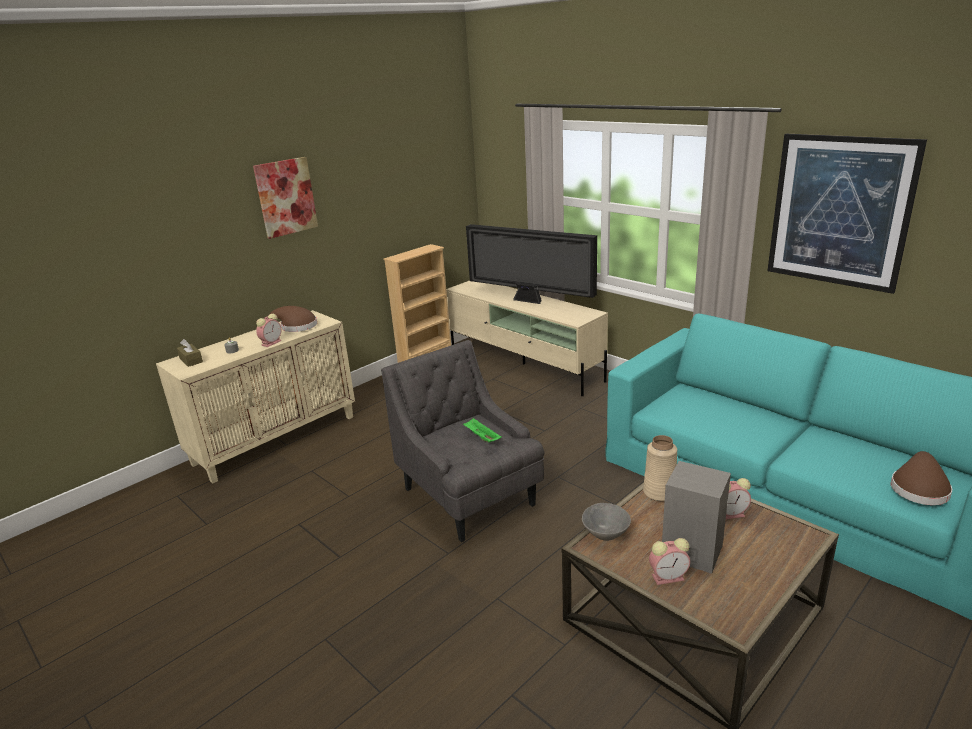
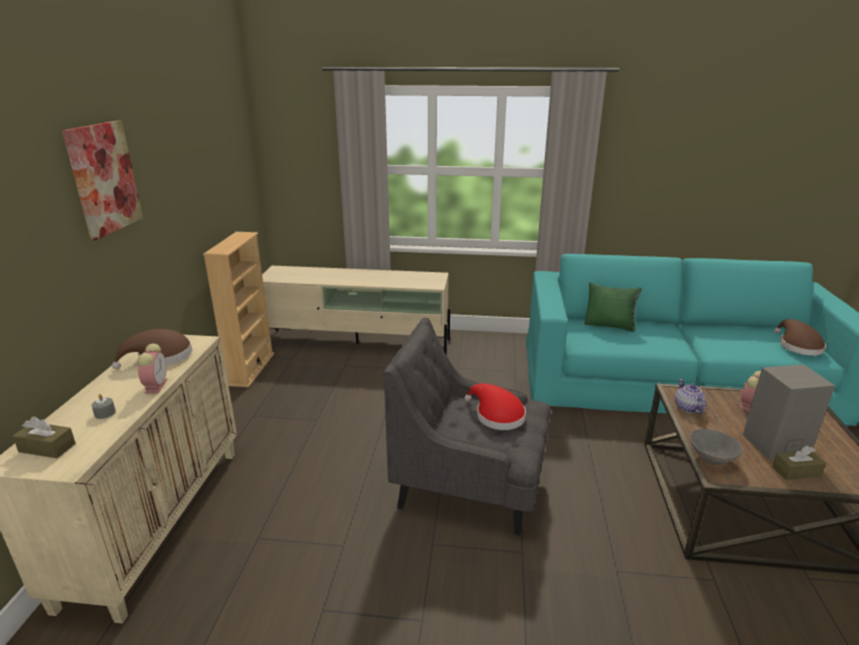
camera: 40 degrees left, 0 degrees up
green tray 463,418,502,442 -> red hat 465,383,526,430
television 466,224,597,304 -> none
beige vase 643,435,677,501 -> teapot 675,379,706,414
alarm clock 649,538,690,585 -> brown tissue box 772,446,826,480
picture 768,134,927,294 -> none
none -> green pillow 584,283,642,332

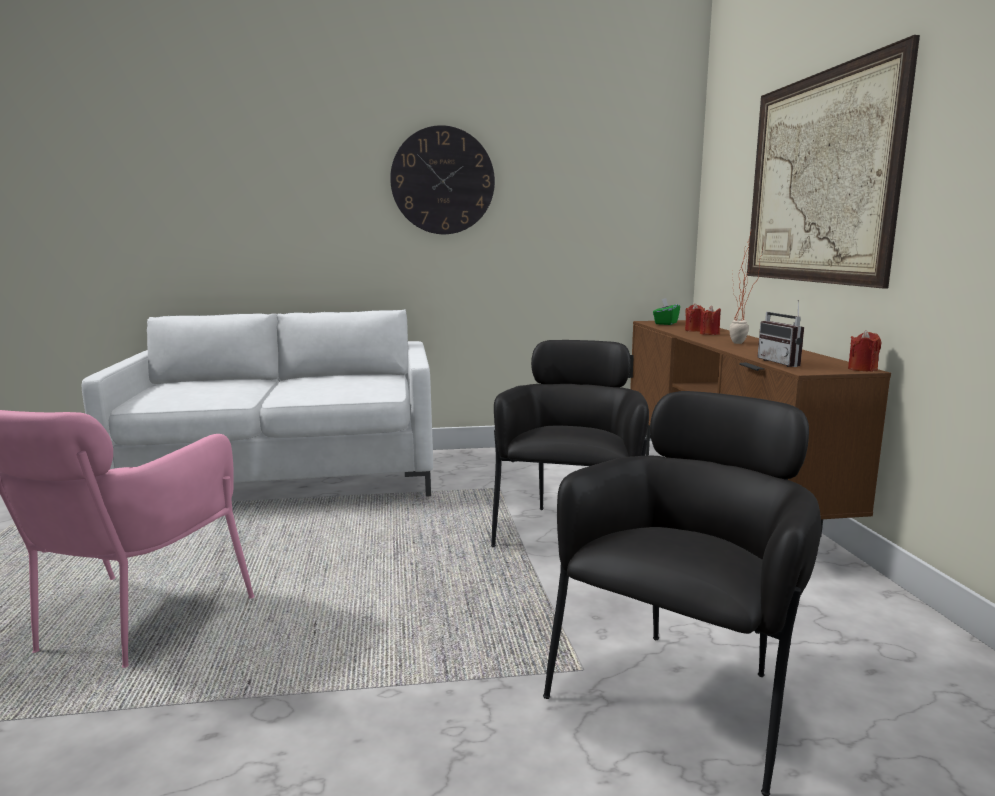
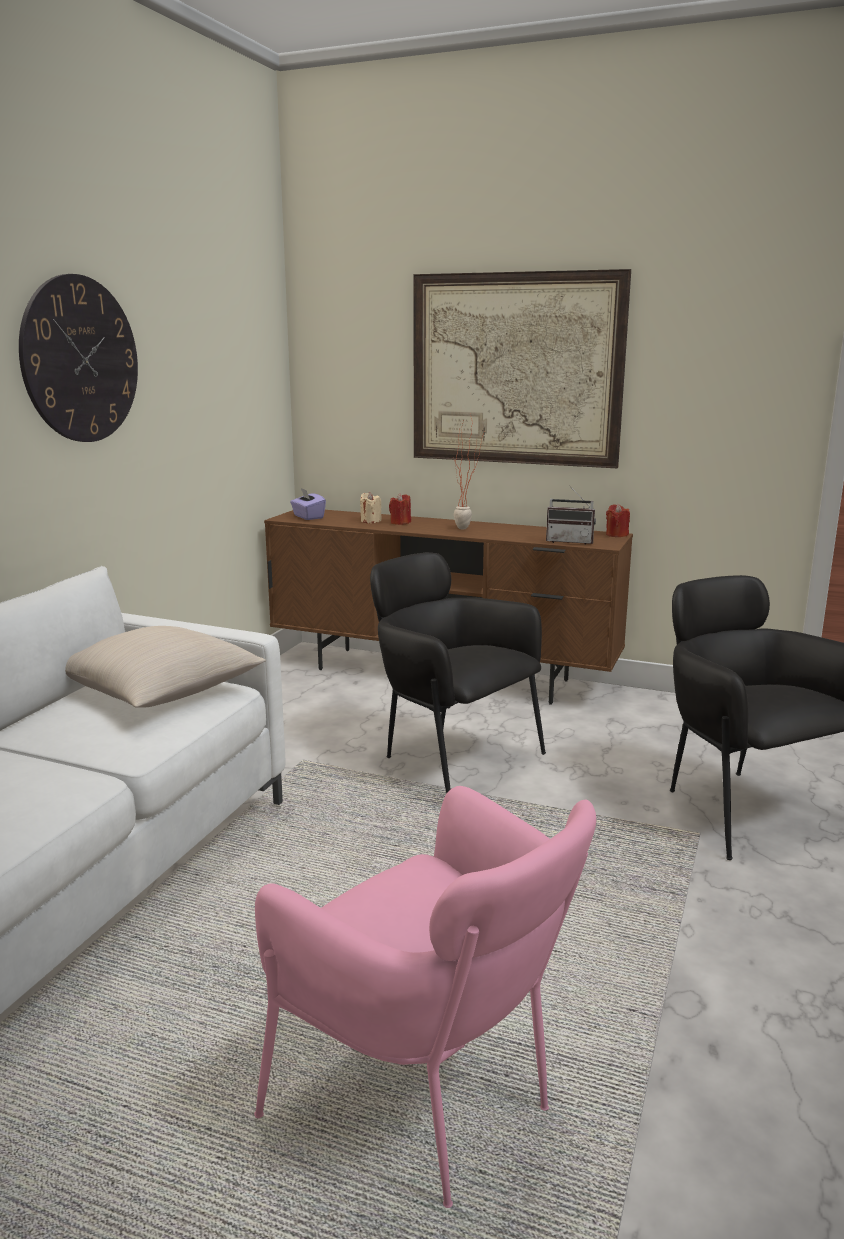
camera: 60 degrees left, 5 degrees up
green tissue box 653,298,680,325 -> purple tissue box 290,488,326,520
red candle 685,303,705,332 -> beige candle 360,492,382,523
none -> beige pillow 65,626,266,708

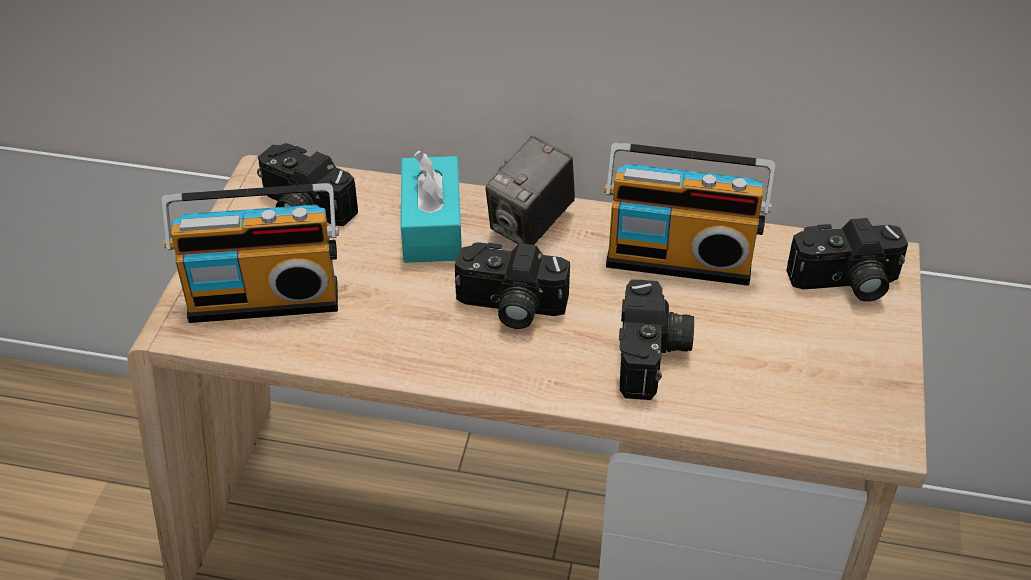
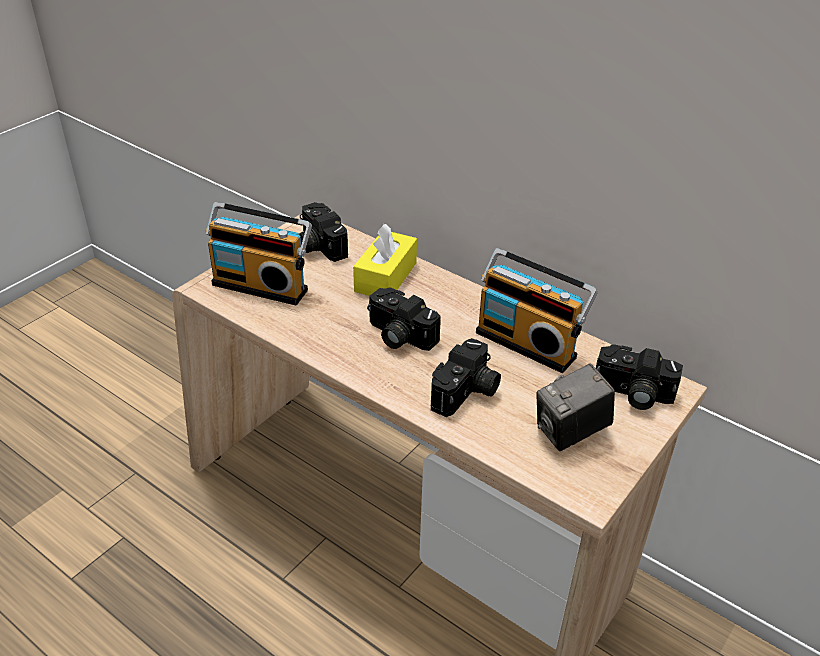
camera: 25 degrees right, 5 degrees down
turquoise tissue box 401,150,462,263 -> yellow tissue box 353,224,417,296
photo camera 485,136,575,245 -> photo camera 536,363,615,451, shifted

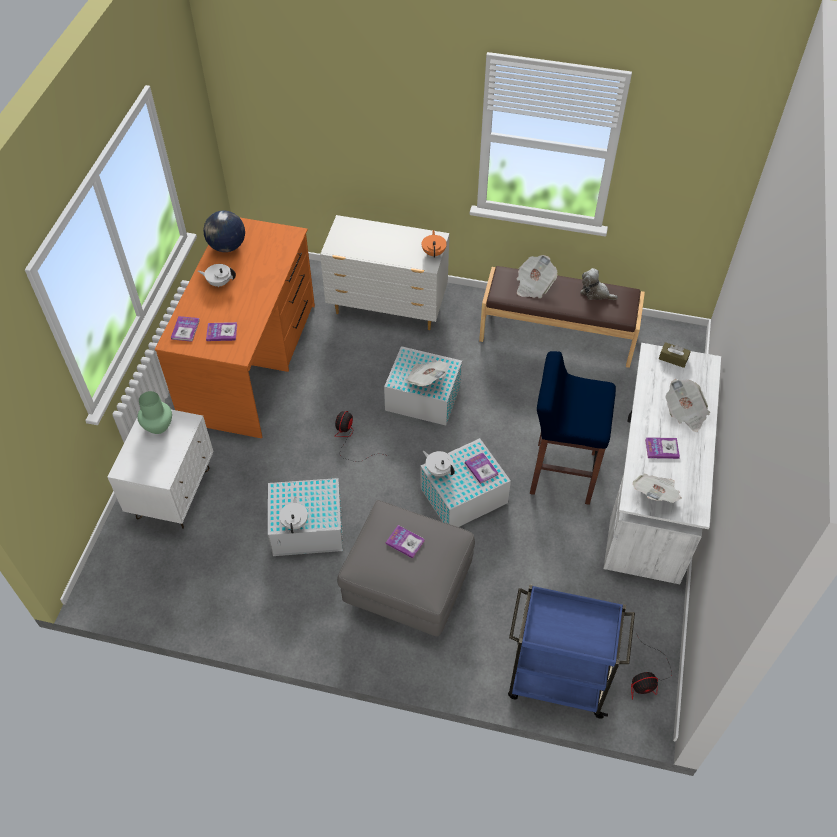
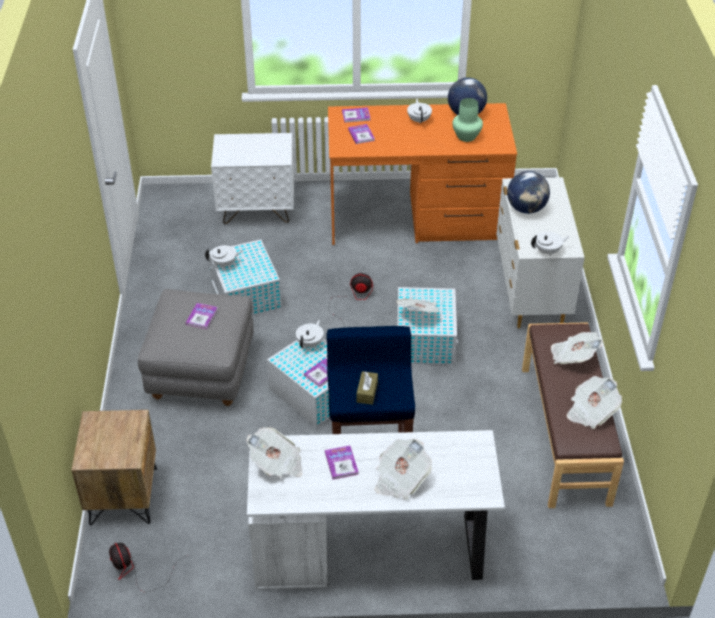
camera: 75 degrees right, 10 degrees down
green vase 137,391,172,434 -> green vase 452,98,483,142, shifted
orange teapot 422,230,447,258 -> white teapot 531,231,570,256
blue cart 508,584,635,719 -> brown nightstand 71,410,157,525
plush toy 580,268,618,300 -> newspaper 567,376,622,429
brown tissue box 659,342,691,368 -> brown tissue box 357,371,378,405, shifted
none -> globe 507,171,550,214

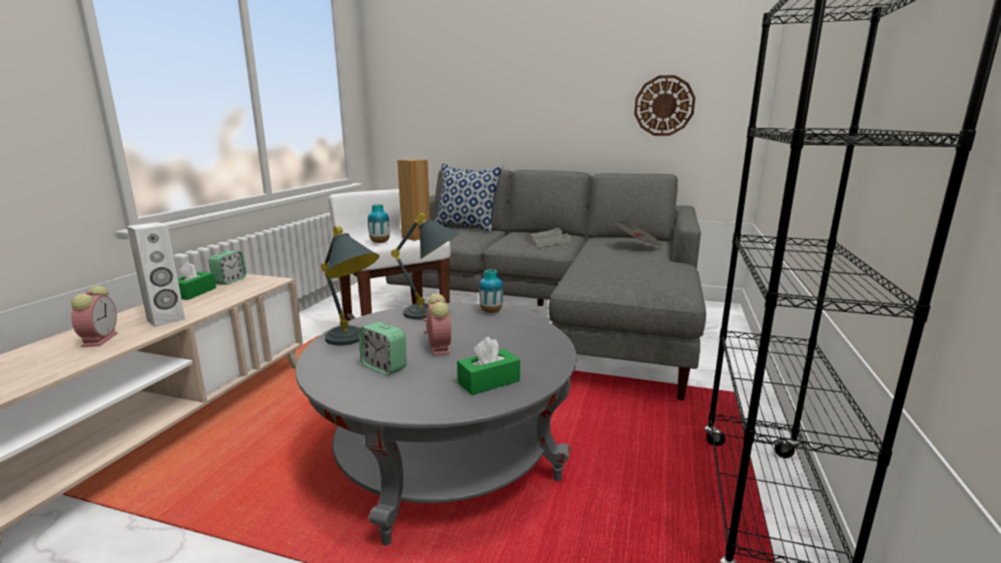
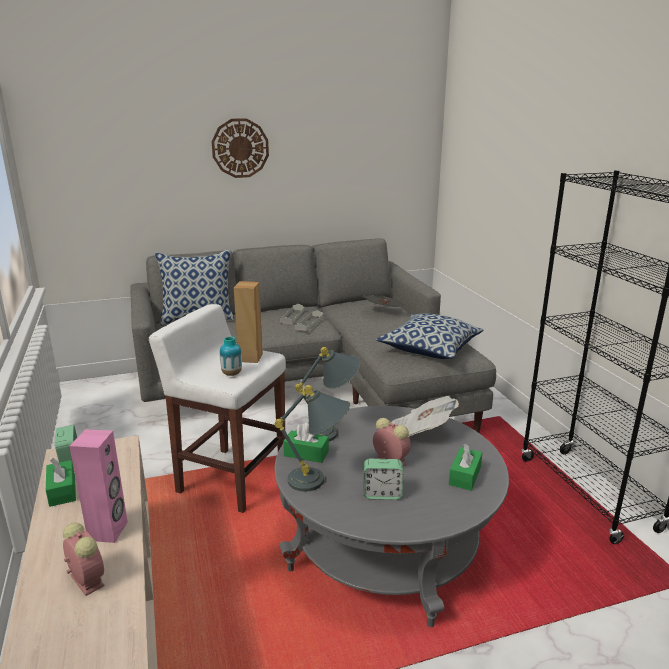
camera: 35 degrees left, 5 degrees up
white speaker 127,222,185,327 -> pink speaker 70,430,128,543
vase 479,269,503,313 -> none
wall clock 634,75,695,136 -> wall clock 212,118,269,178, shifted
none -> green tissue box 283,423,329,463
none -> pillow 376,314,484,359
none -> newspaper 390,396,459,437

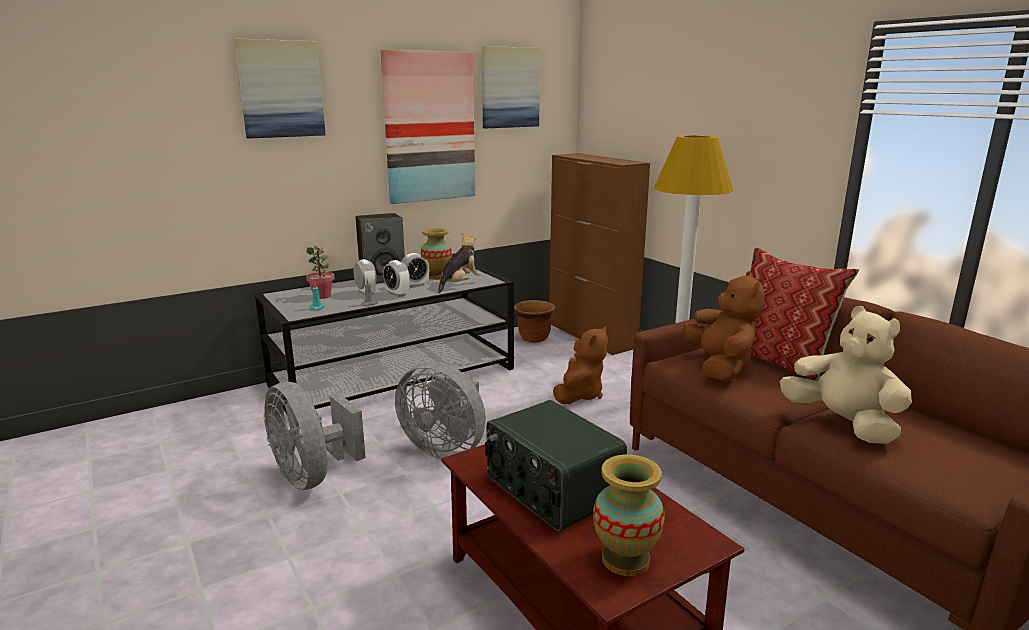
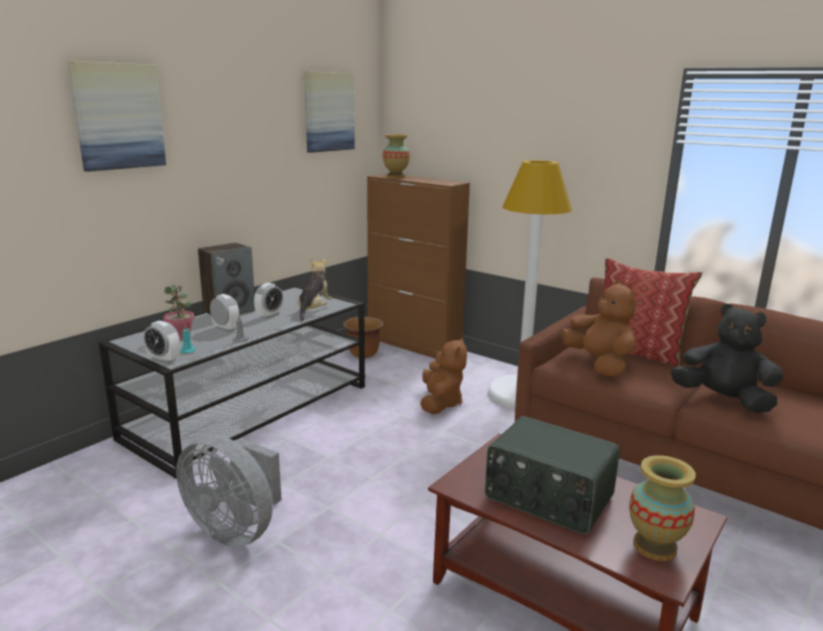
camera: 20 degrees left, 0 degrees up
picture 380,50,475,204 -> none
alarm clock 383,260,410,297 -> alarm clock 144,321,180,364, shifted
grey fan 395,362,486,459 -> none
vase 421,228,452,280 -> vase 383,134,410,178, shifted
beige plush toy 780,306,912,444 -> black plush toy 671,304,784,413

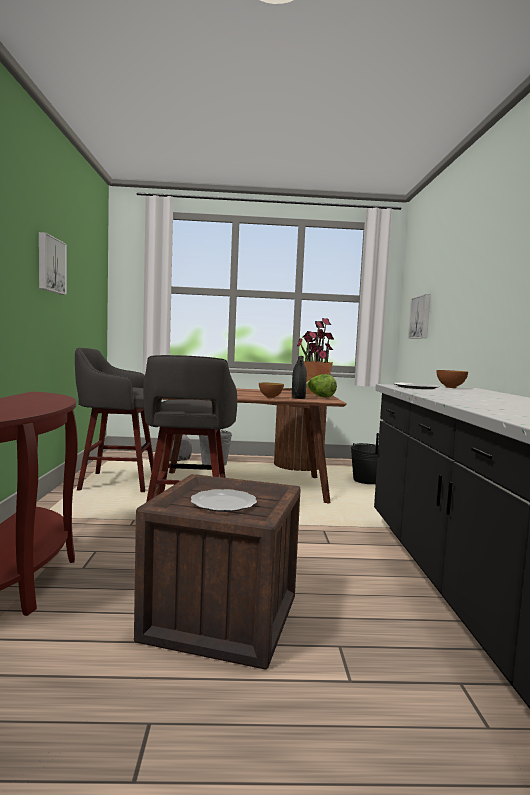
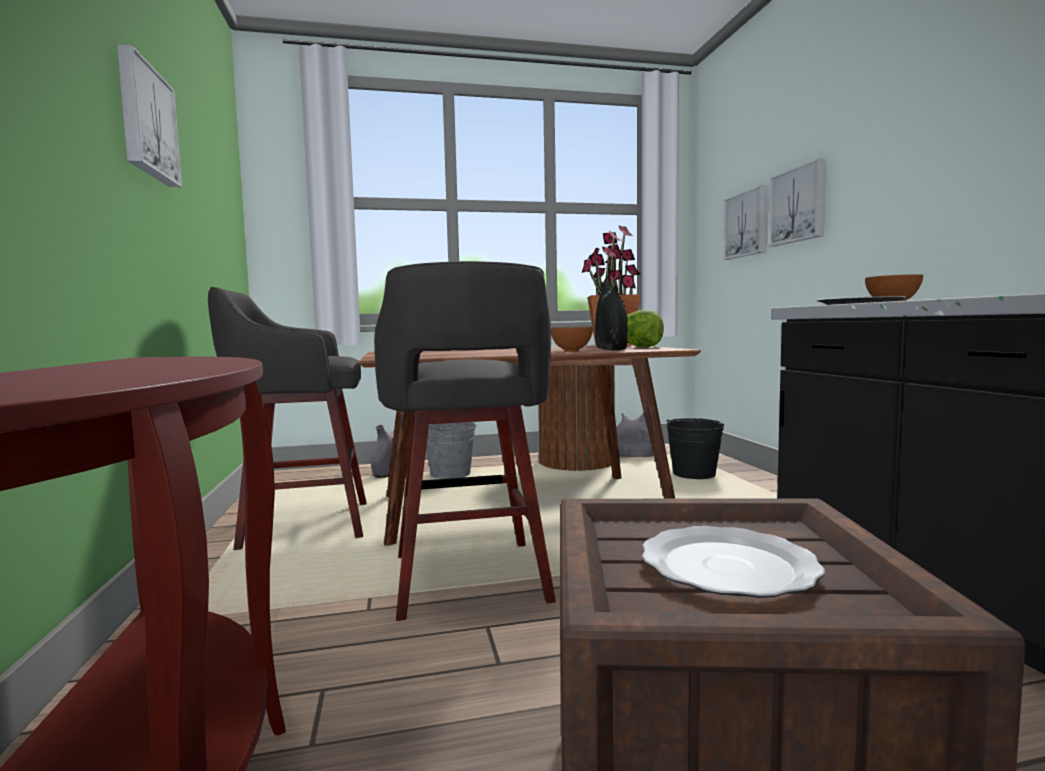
camera: 10 degrees left, 0 degrees up
none -> grey vase 616,412,654,457
none -> picture 769,159,826,246

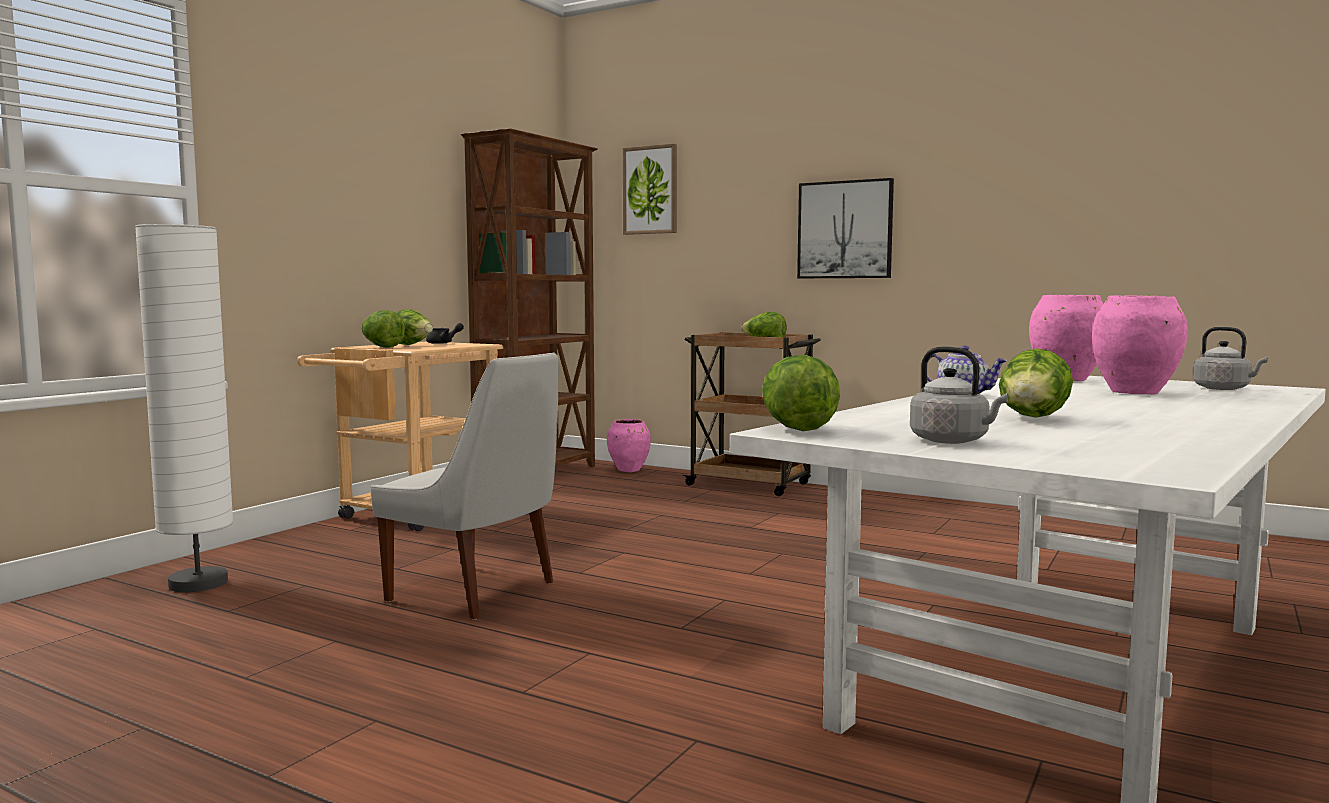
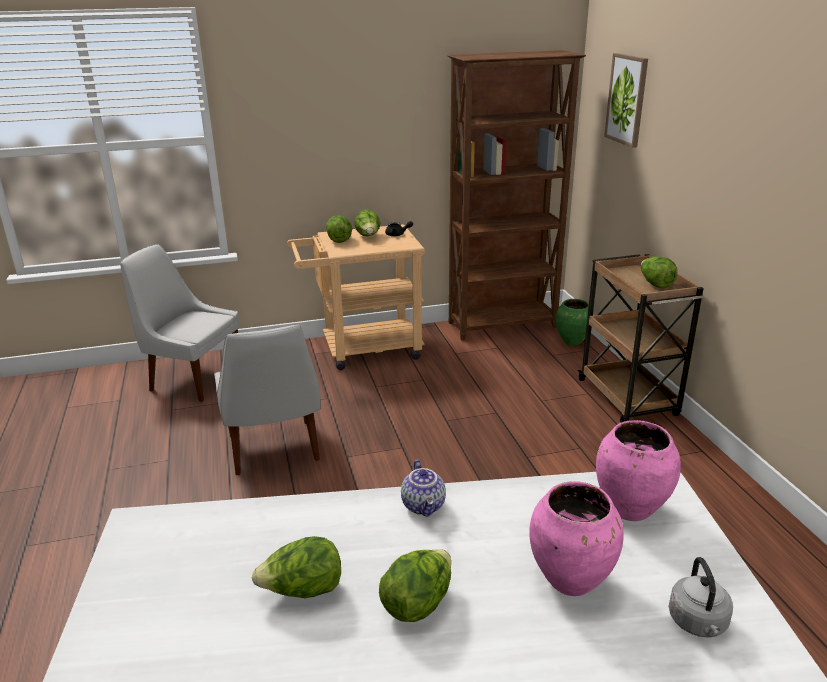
camera: 45 degrees right, 20 degrees up
white floor lamp 135,224,234,592 -> white chair 120,244,239,402
pink vase 607,419,651,472 -> green vase 556,299,589,345
lettuce 762,355,840,431 -> lettuce 379,549,451,622, shifted
picture 797,178,894,278 -> none
grey kettle 910,346,1008,444 -> none

